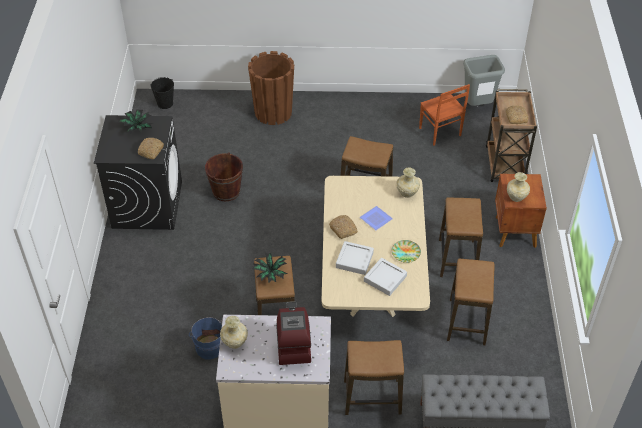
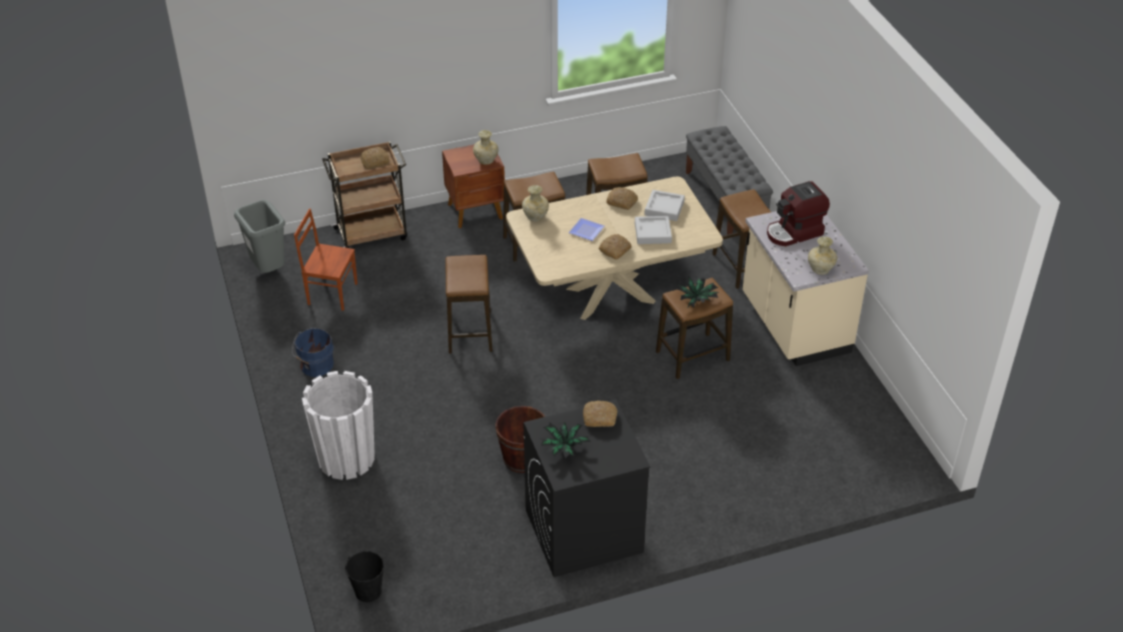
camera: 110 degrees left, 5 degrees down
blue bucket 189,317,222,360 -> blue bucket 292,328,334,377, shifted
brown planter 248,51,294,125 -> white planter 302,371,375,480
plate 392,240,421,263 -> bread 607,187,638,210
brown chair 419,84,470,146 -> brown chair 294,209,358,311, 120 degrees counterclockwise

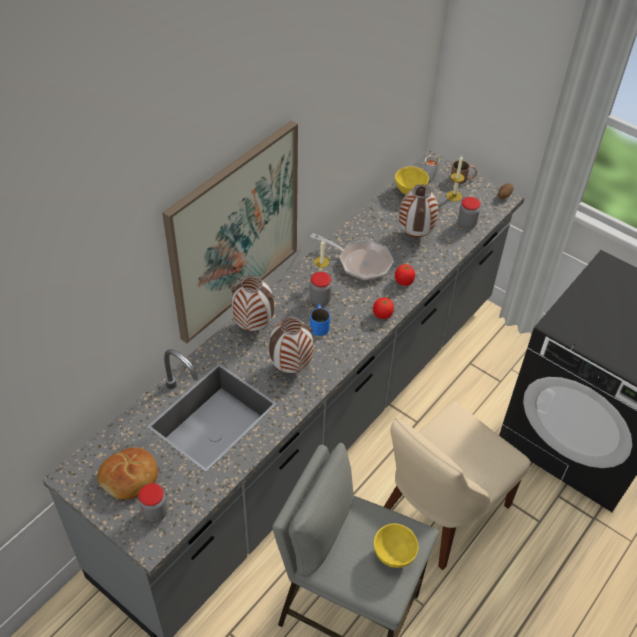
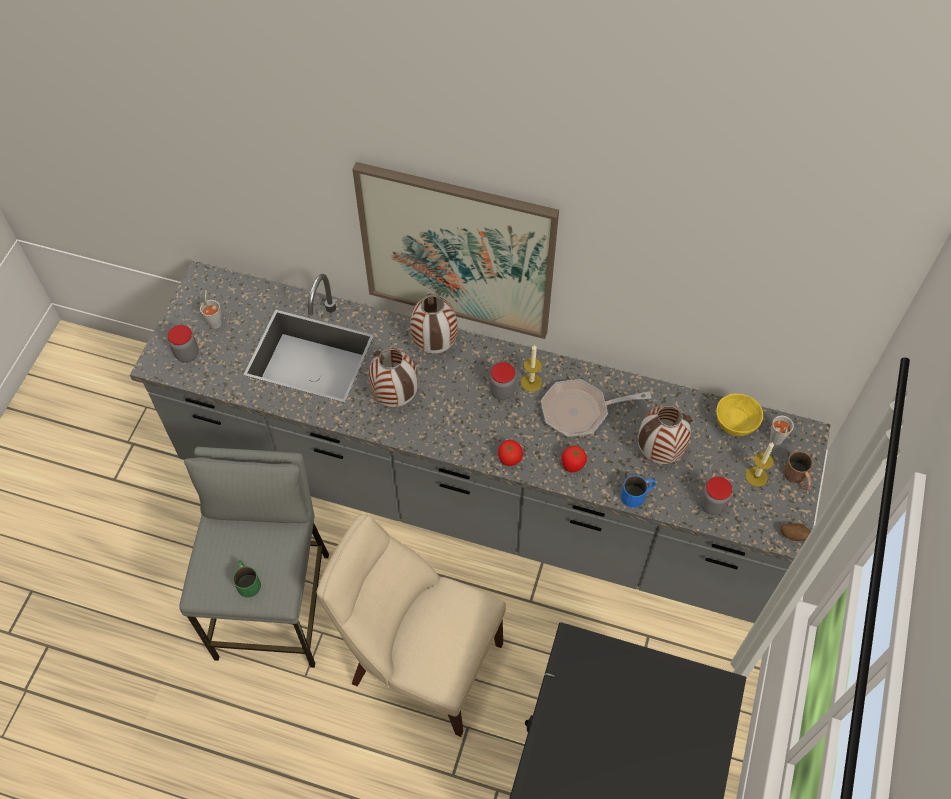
camera: 70 degrees right, 10 degrees up
bread 97,447,158,500 -> grey cup 200,290,222,329
frying pan 310,233,394,281 -> frying pan 541,379,651,437, 75 degrees clockwise
blue mug 310,304,330,336 -> blue mug 621,475,656,508, shifted
yellow bowl 374,523,418,568 -> green mug 233,560,261,598

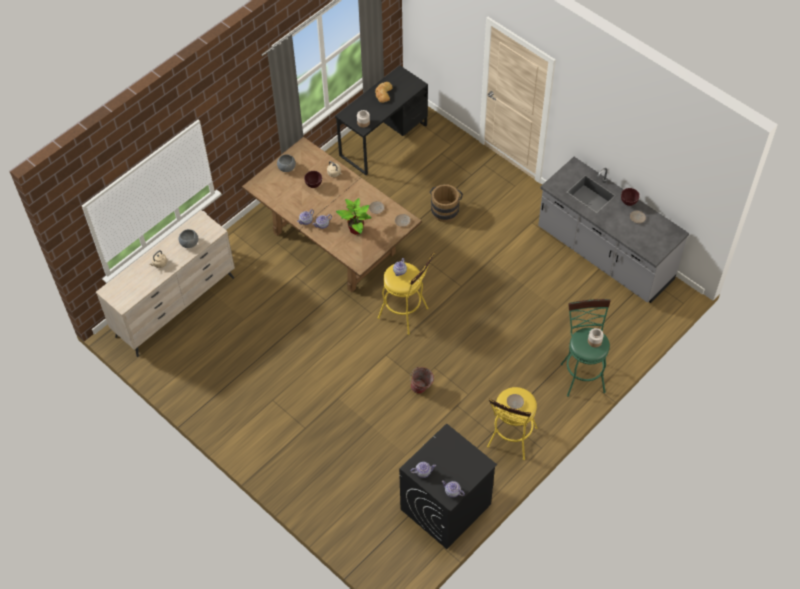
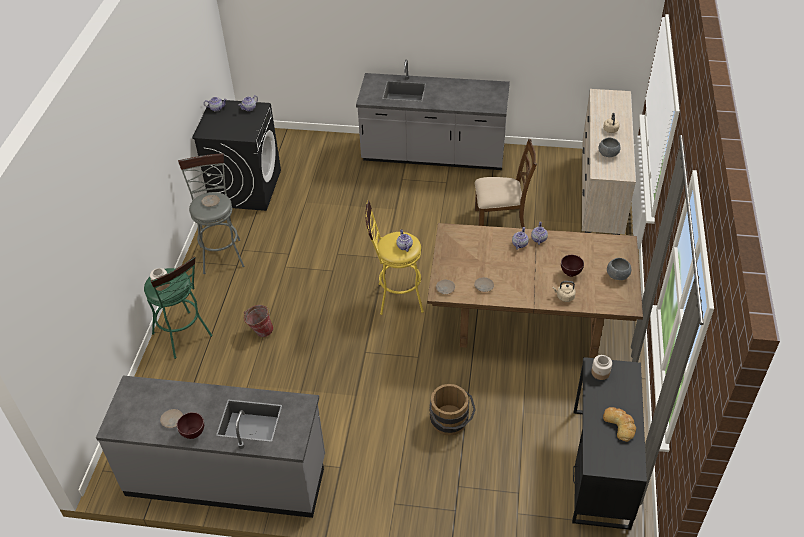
camera: 145 degrees right, 10 degrees down
potted plant 336,198,371,235 -> none
bucket 410,367,434,394 -> bucket 244,305,273,337, shifted
yellow stool 487,387,538,460 -> grey stool 178,153,245,274
none -> grey counter 356,59,510,170
none -> brown chair 475,139,537,228

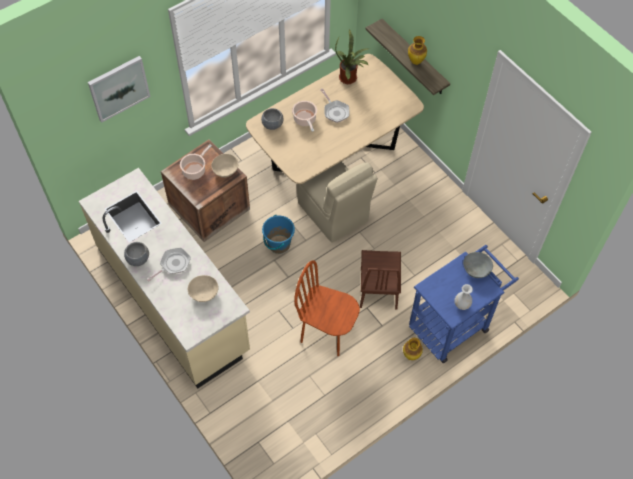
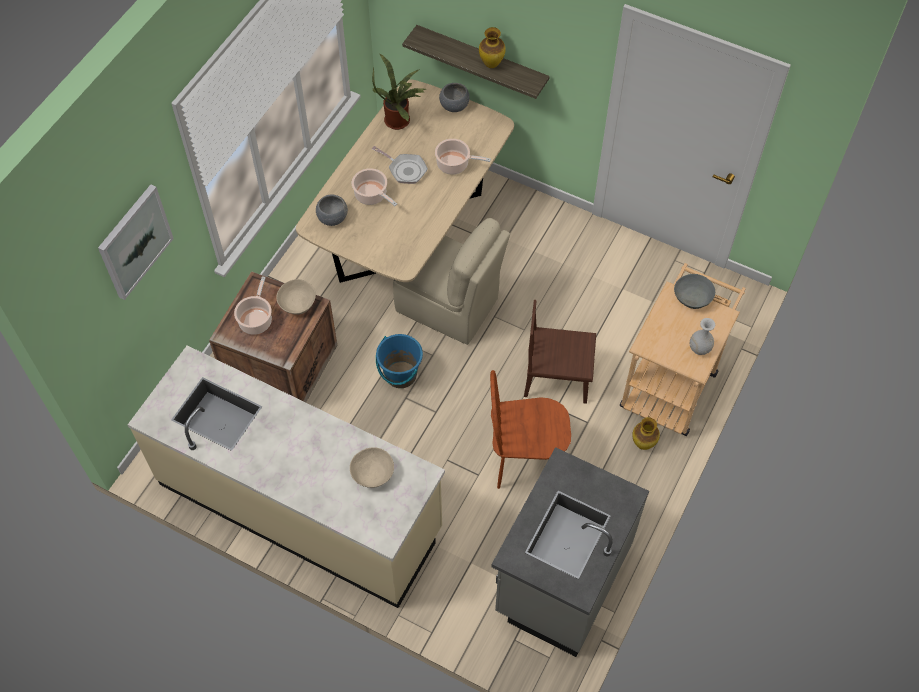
camera: 25 degrees left, 0 degrees up
grey bowl 124,242,149,266 -> grey bowl 439,83,470,112, shifted
frying pan 147,248,191,281 -> none
brown chair 360,250,401,310 -> brown chair 524,300,596,404, 120 degrees clockwise
blue cart 409,245,519,363 -> beige cart 620,263,746,436
none -> cooking pot 435,139,491,175
none -> grey counter 492,447,649,657

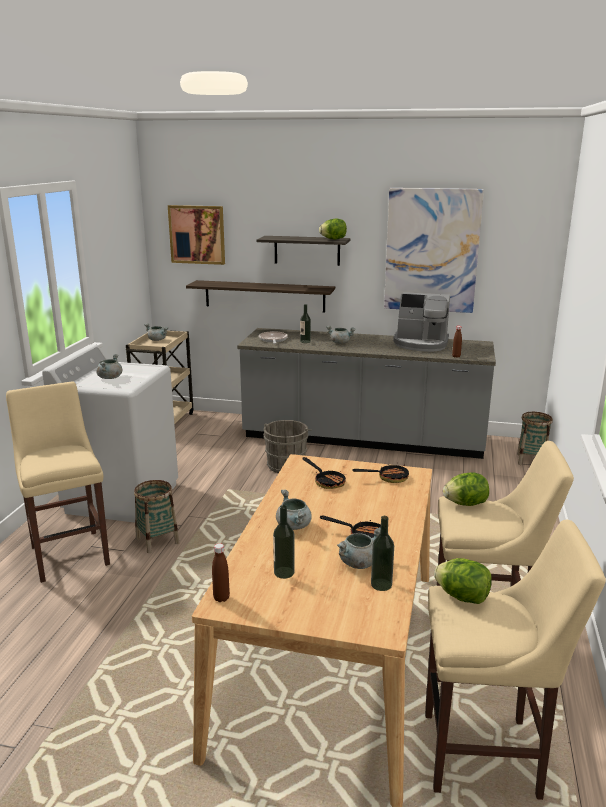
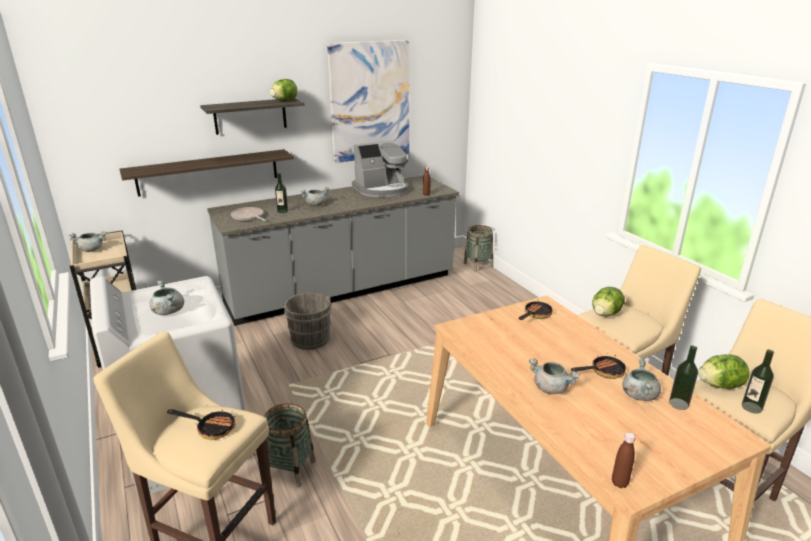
camera: 40 degrees left, 5 degrees up
picture 168,205,225,265 -> none
bottle 273,505,295,579 -> bottle 742,350,774,414, shifted
frying pan 302,457,346,489 -> frying pan 167,409,235,440, shifted

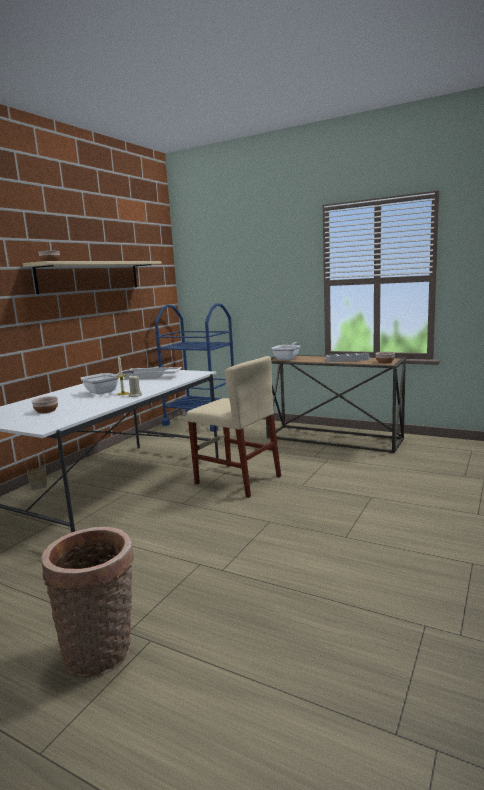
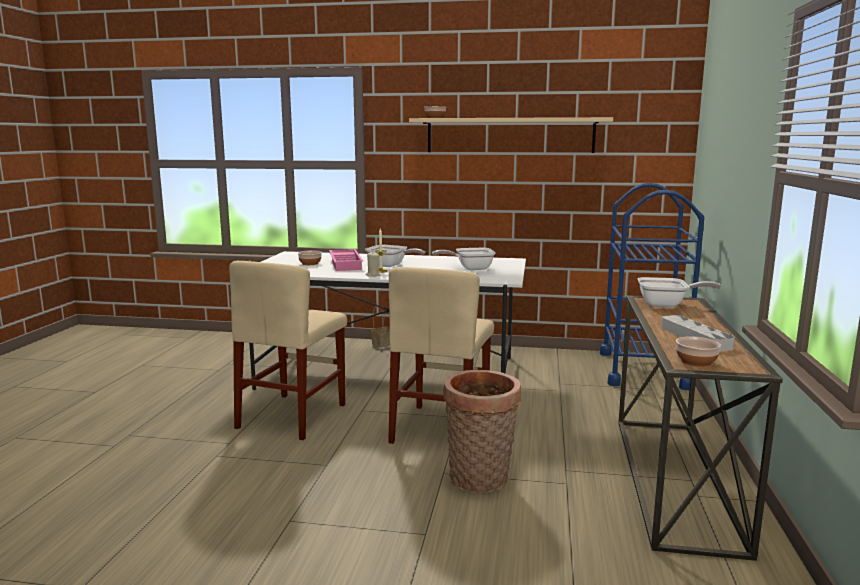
camera: 70 degrees right, 0 degrees up
basket 41,527,134,678 -> basket 443,370,521,493, shifted
white tray 124,367,182,380 -> frying pan 432,248,496,270
none -> beige chair 229,261,347,440
none -> pink tray 329,249,363,271

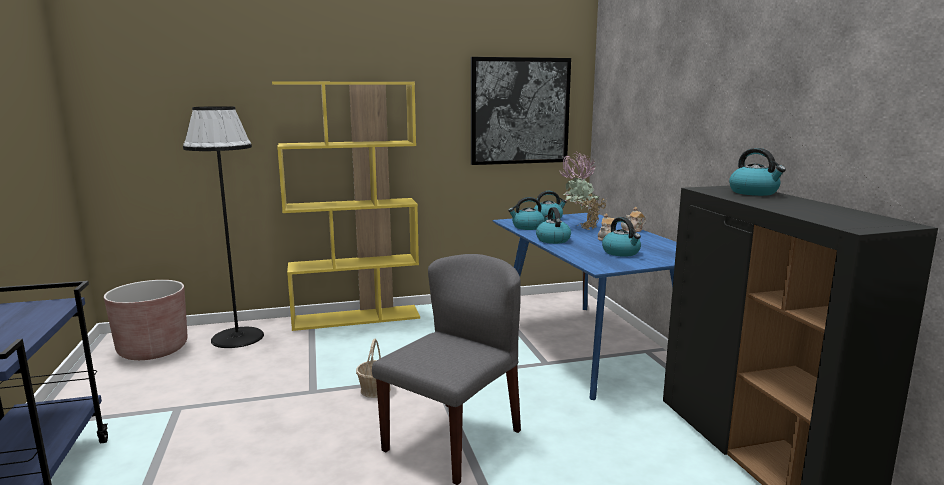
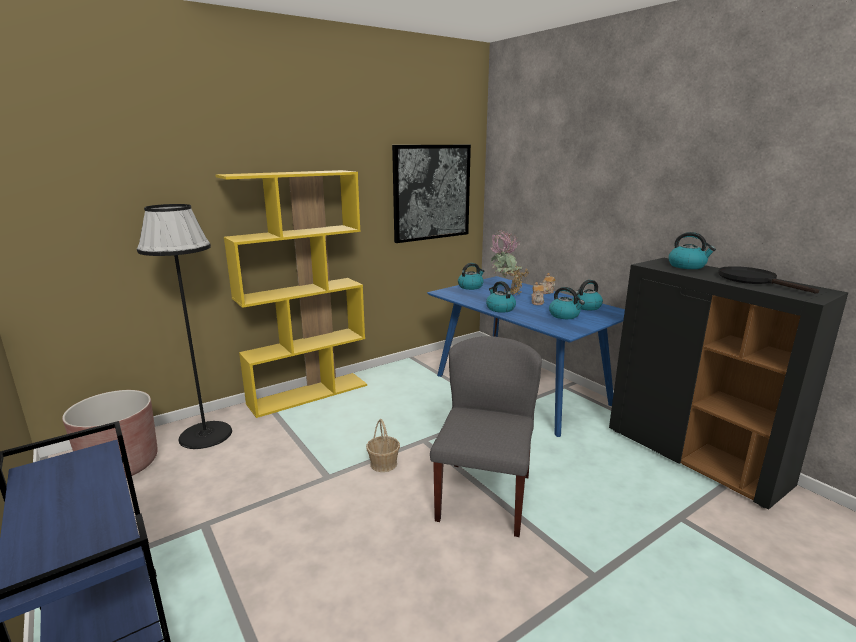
camera: 20 degrees left, 5 degrees up
kettle 508,197,545,230 -> kettle 572,280,603,310, shifted
none -> black frying pan 718,266,819,293

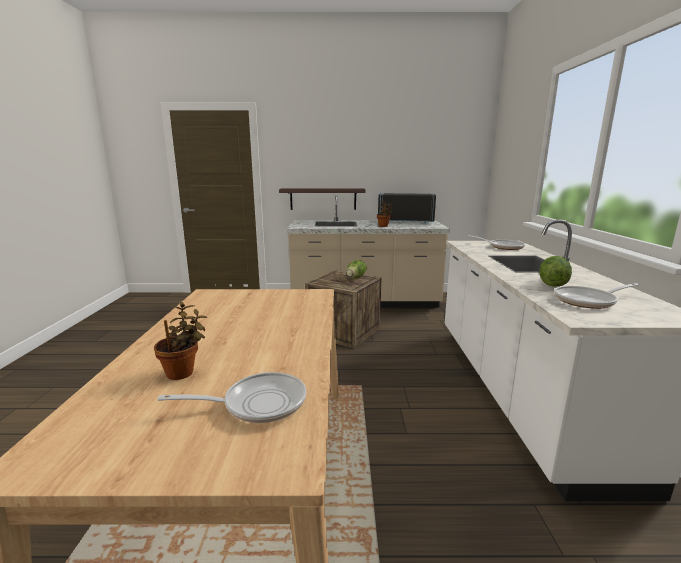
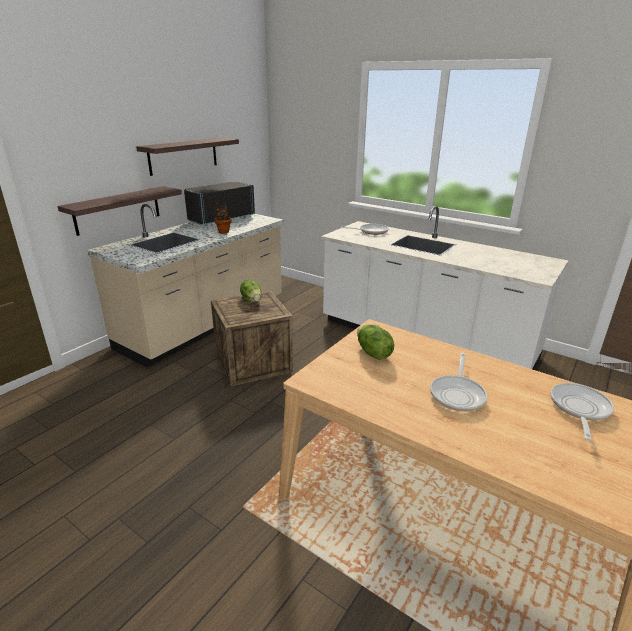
camera: 55 degrees left, 10 degrees up
potted plant 154,302,208,380 -> none
lettuce 539,256,572,287 -> lettuce 357,324,394,360, shifted
frying pan 554,283,639,309 -> frying pan 430,353,487,411, shifted
none -> shelf 136,138,239,176

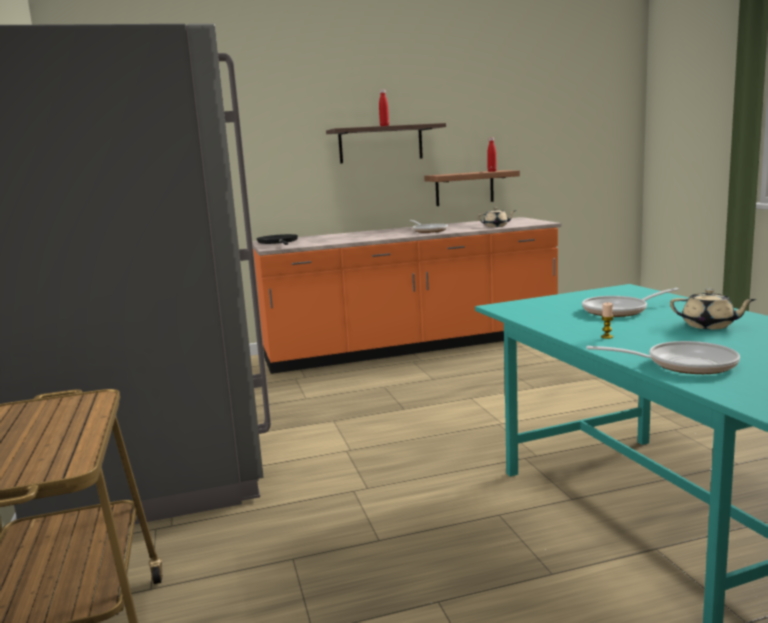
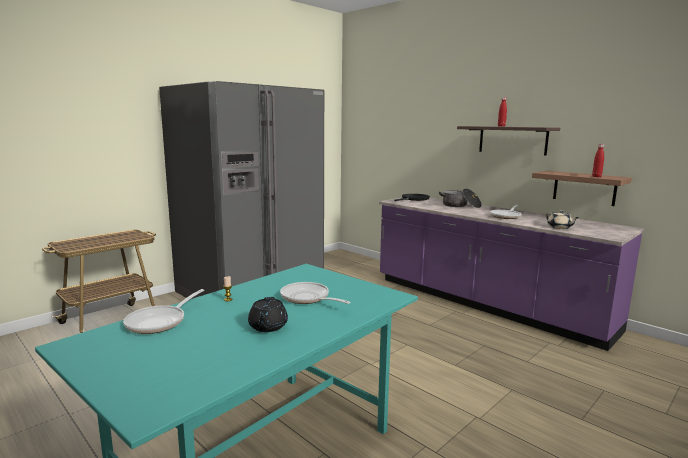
camera: 60 degrees right, 0 degrees up
orange counter 252,217,562,374 -> purple counter 379,197,644,351
frying pan 587,341,740,374 -> frying pan 123,289,204,334, 45 degrees clockwise
beige teapot 670,289,756,329 -> black teapot 248,297,288,332
none -> cooking pot 439,188,482,208

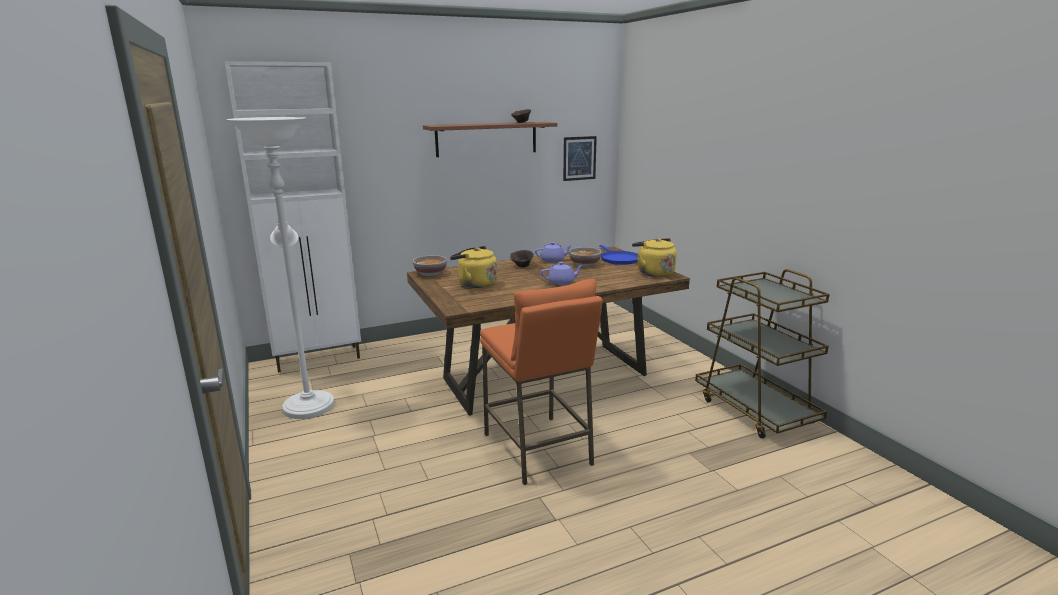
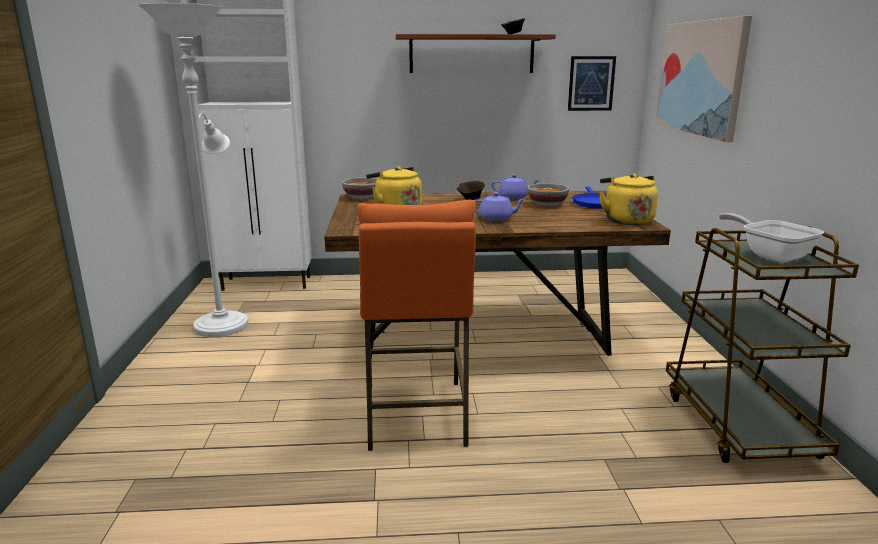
camera: 20 degrees right, 0 degrees up
none -> picture 655,16,752,142
none -> frying pan 719,213,824,262

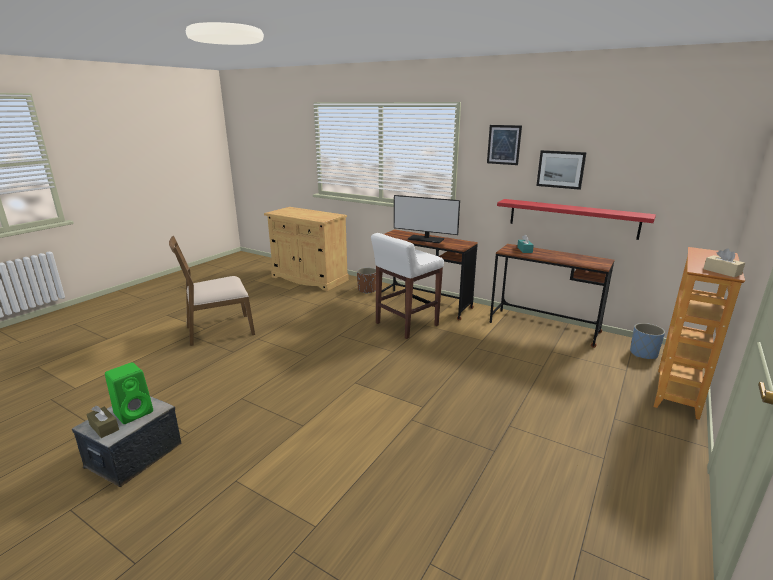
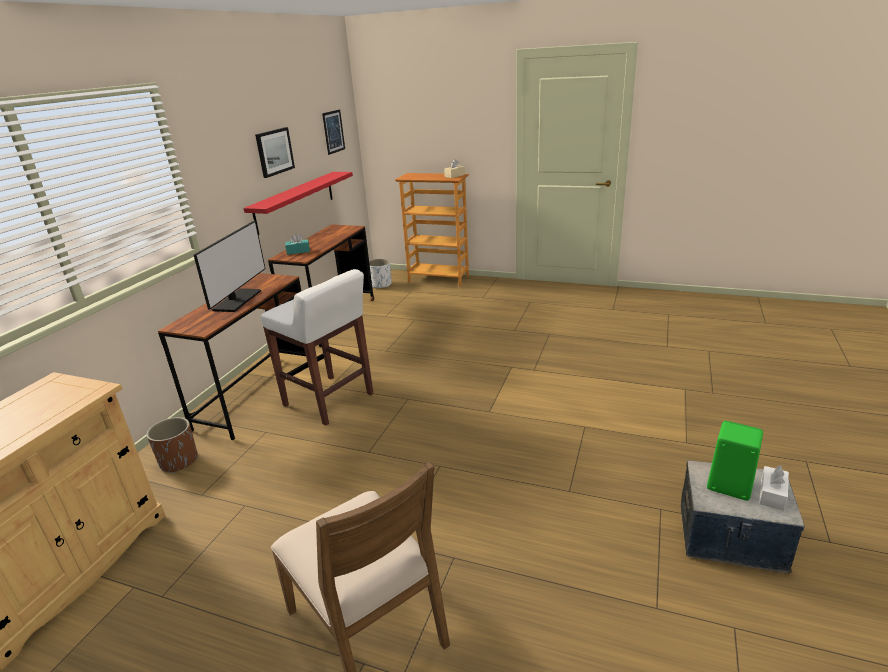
camera: 100 degrees left, 5 degrees up
brown tissue box 86,406,119,438 -> white tissue box 759,465,789,511
picture 487,125,522,165 -> picture 322,109,345,155, shifted
blue planter 630,323,665,359 -> white planter 369,259,392,288

